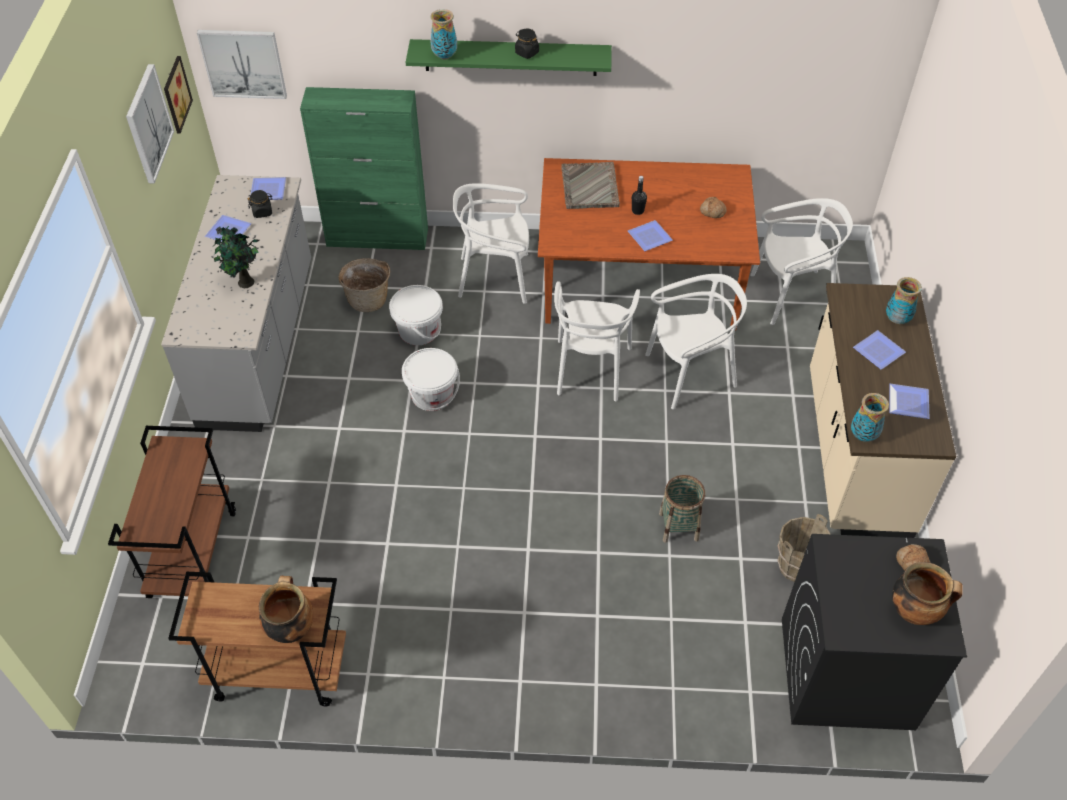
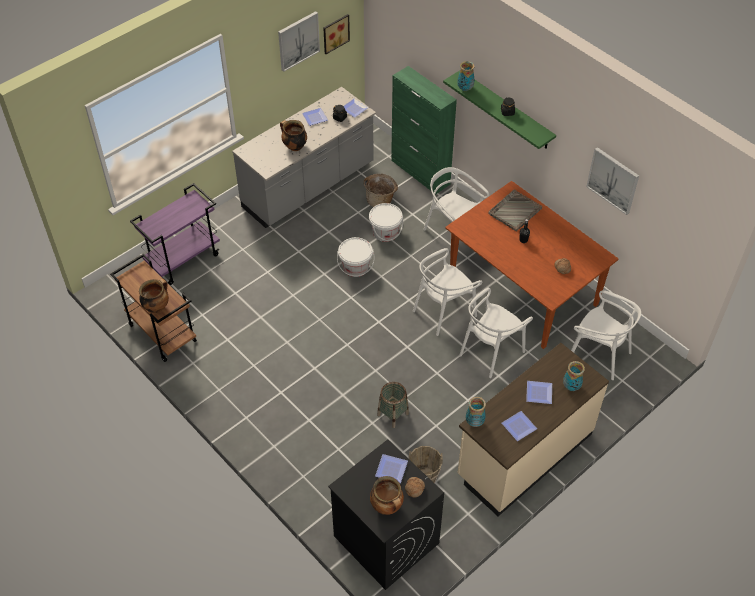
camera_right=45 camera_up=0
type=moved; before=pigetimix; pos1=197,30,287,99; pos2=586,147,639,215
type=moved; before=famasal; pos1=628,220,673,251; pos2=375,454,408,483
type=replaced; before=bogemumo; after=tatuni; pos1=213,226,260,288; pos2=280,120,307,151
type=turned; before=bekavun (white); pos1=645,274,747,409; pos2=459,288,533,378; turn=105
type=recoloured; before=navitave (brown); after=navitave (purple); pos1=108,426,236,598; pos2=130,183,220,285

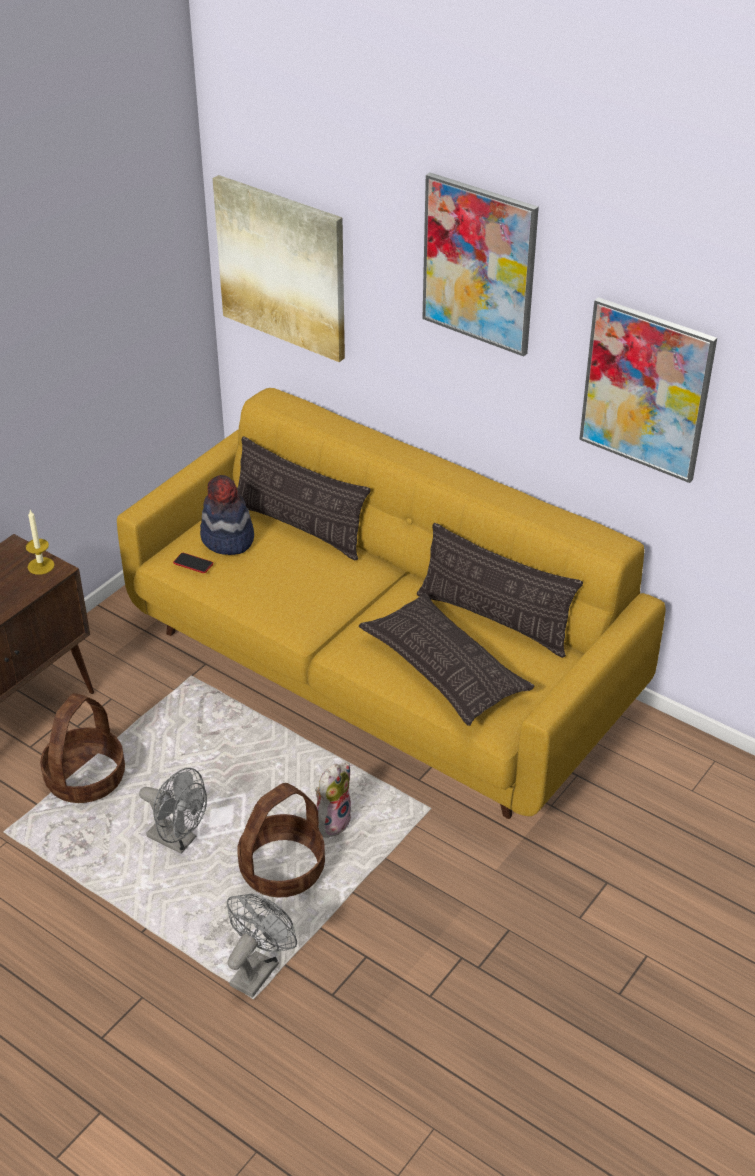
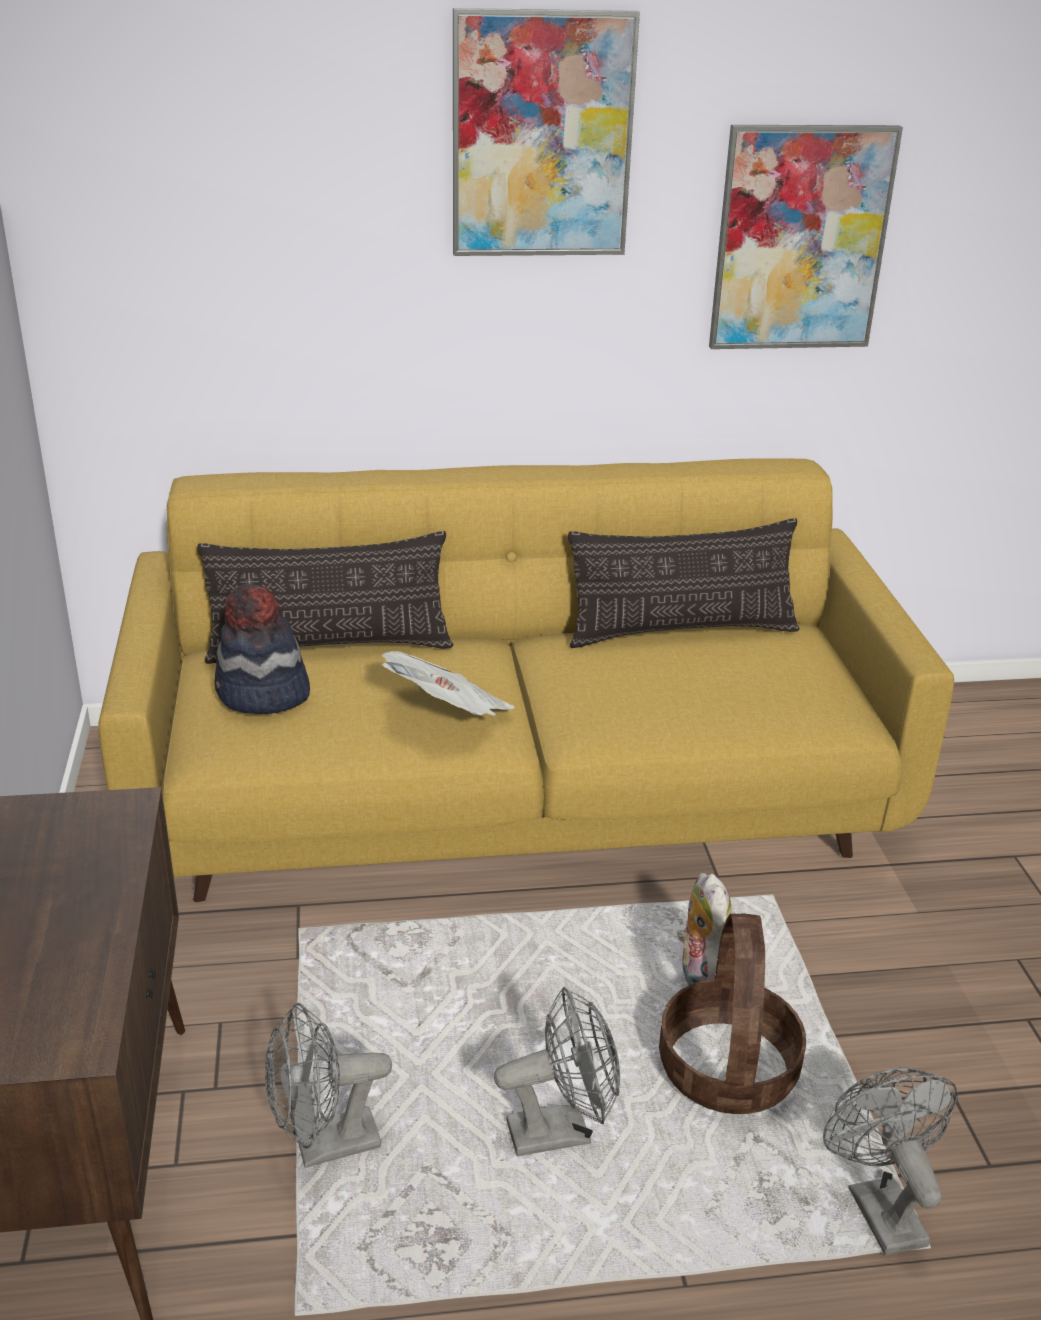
camera_right=-45 camera_up=-10
type=removed; before=pigetimix; pos1=213,175,345,362
type=removed; before=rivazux; pos1=26,510,55,575
type=removed; before=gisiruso; pos1=173,553,213,573
type=removed; before=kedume; pos1=359,593,535,726
type=replaced; before=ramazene; after=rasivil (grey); pos1=40,693,125,803; pos2=265,1003,392,1168
type=added; after=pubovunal; pos2=381,651,515,716

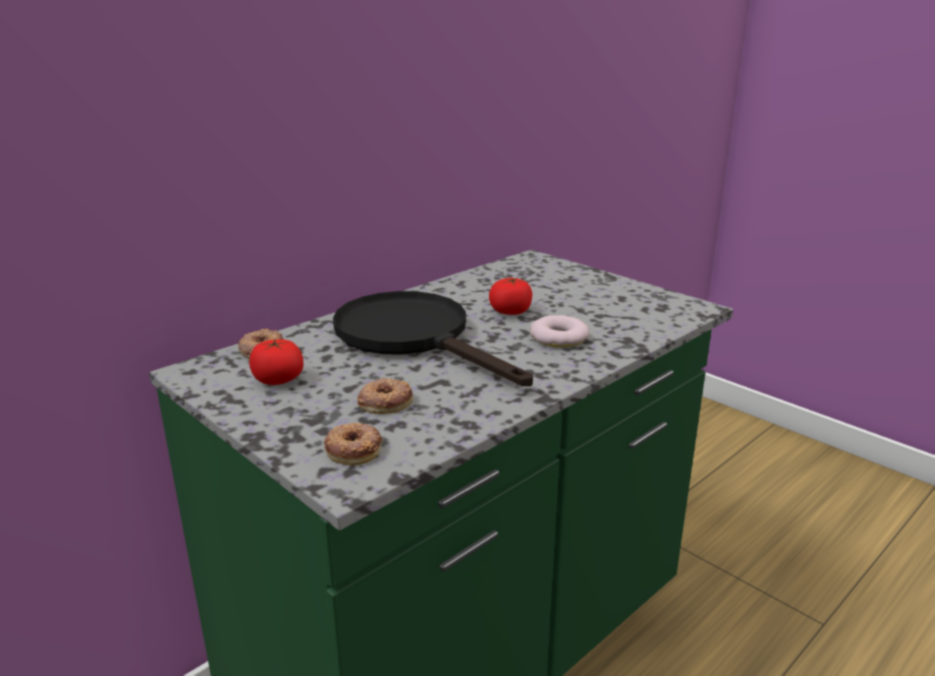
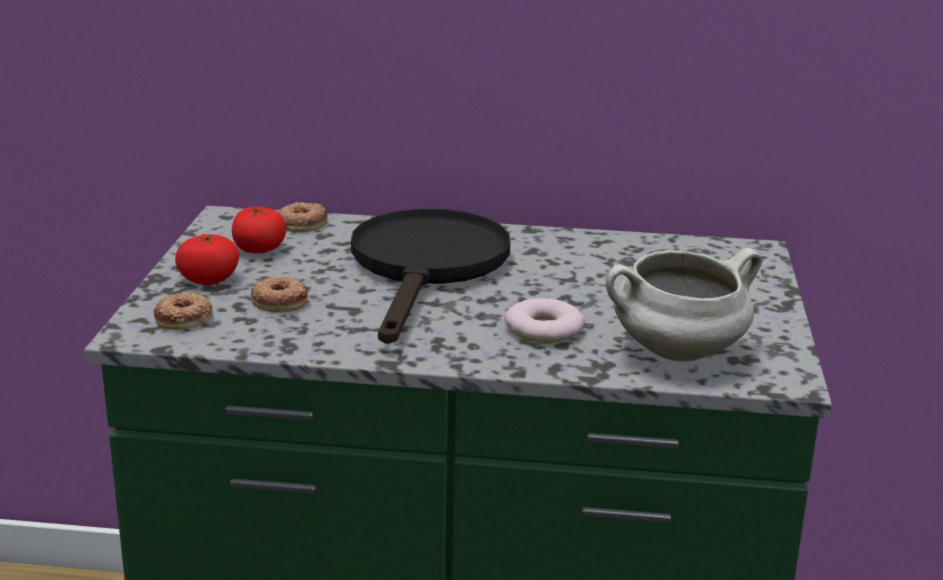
camera_right=50 camera_up=0
type=moved; before=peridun; pos1=489,278,532,315; pos2=175,234,239,285
type=added; after=tatuni (white); pos2=606,248,762,361

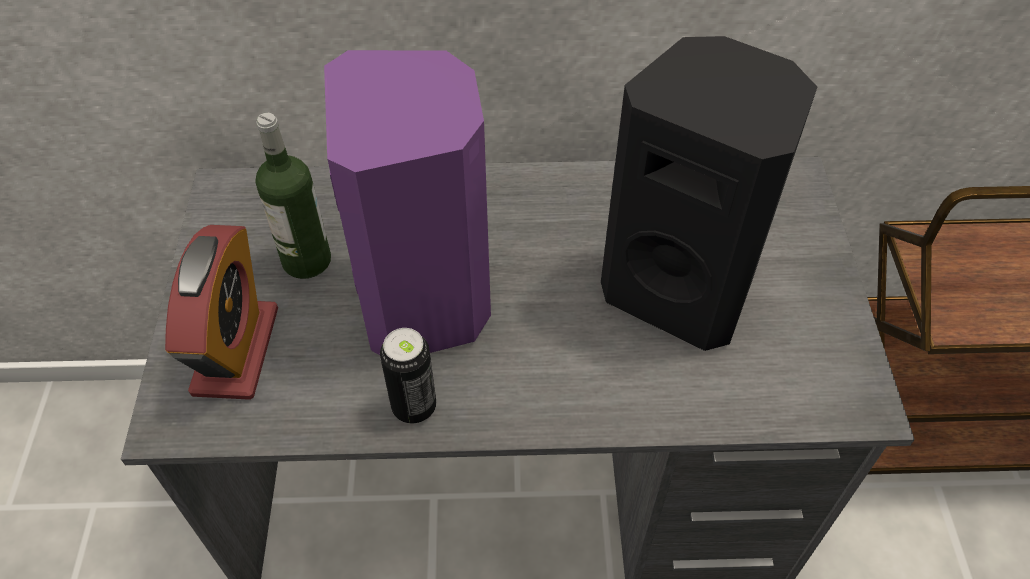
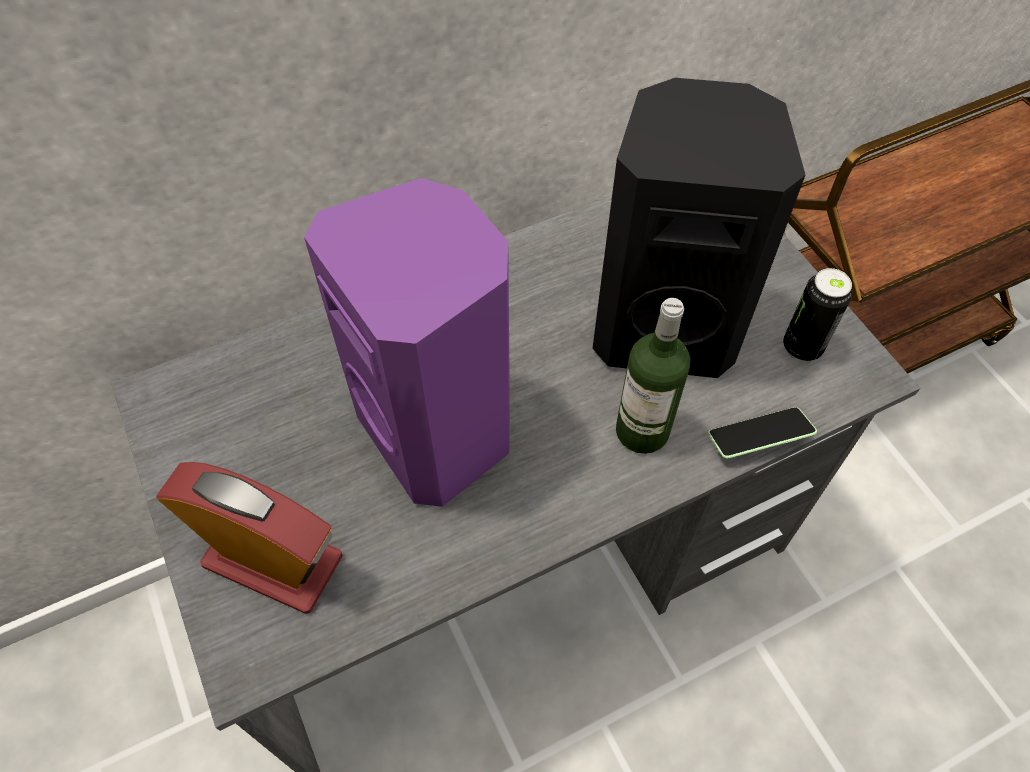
camera_right=-25 camera_up=5
type=moved; before=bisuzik; pos1=255,113,331,279; pos2=616,298,690,454
type=turned; before=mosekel; pos1=165,225,278,400; pos2=156,462,343,614; turn=-45
type=moved; before=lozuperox; pos1=380,328,436,423; pos2=783,268,853,361
type=added; after=gisiruso; pos2=708,407,817,459

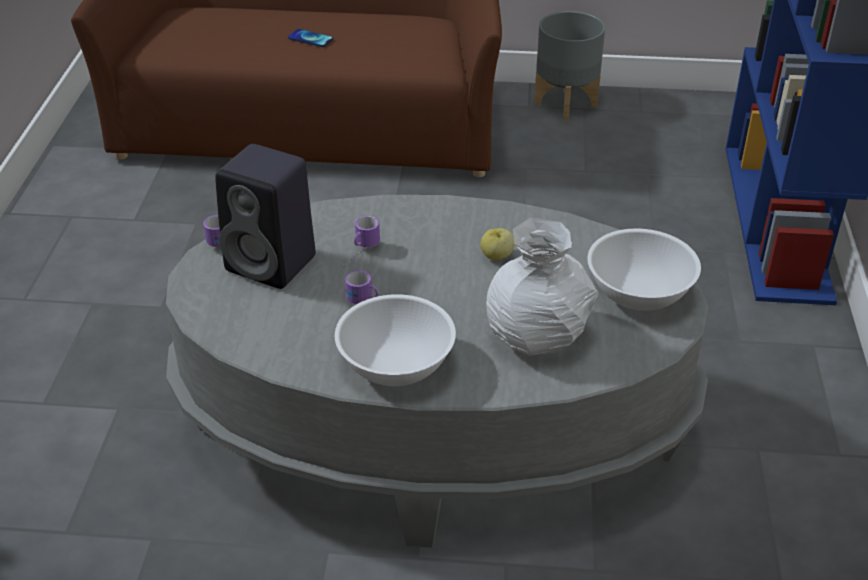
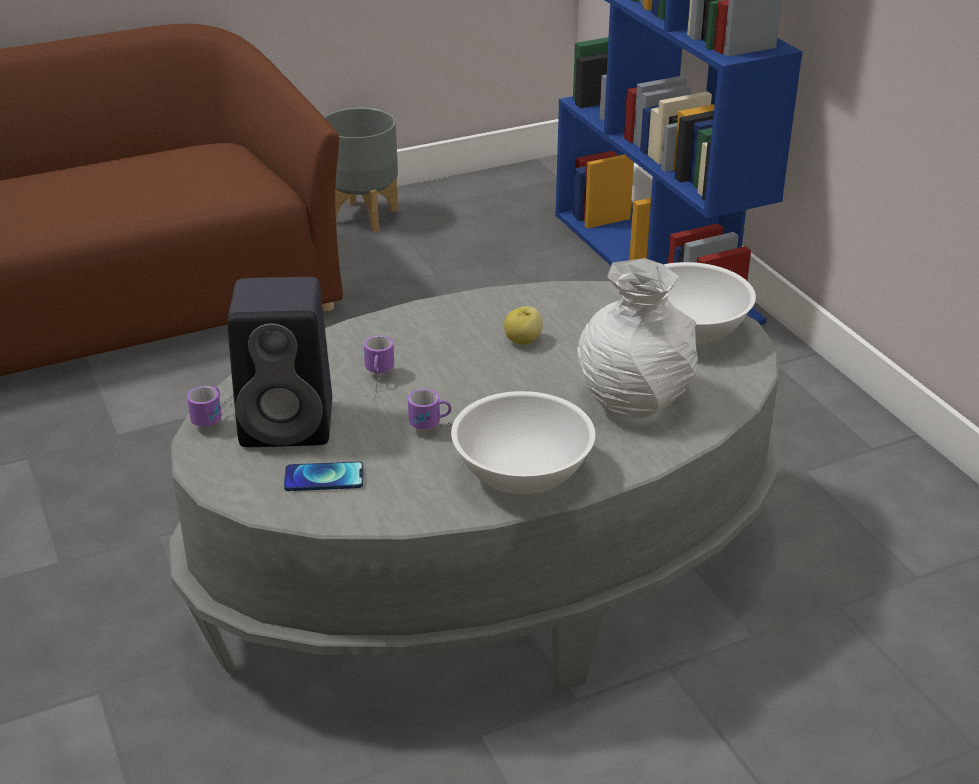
camera_right=-30 camera_up=-5
type=moved; before=gisiruso; pos1=288,29,333,47; pos2=284,461,363,491

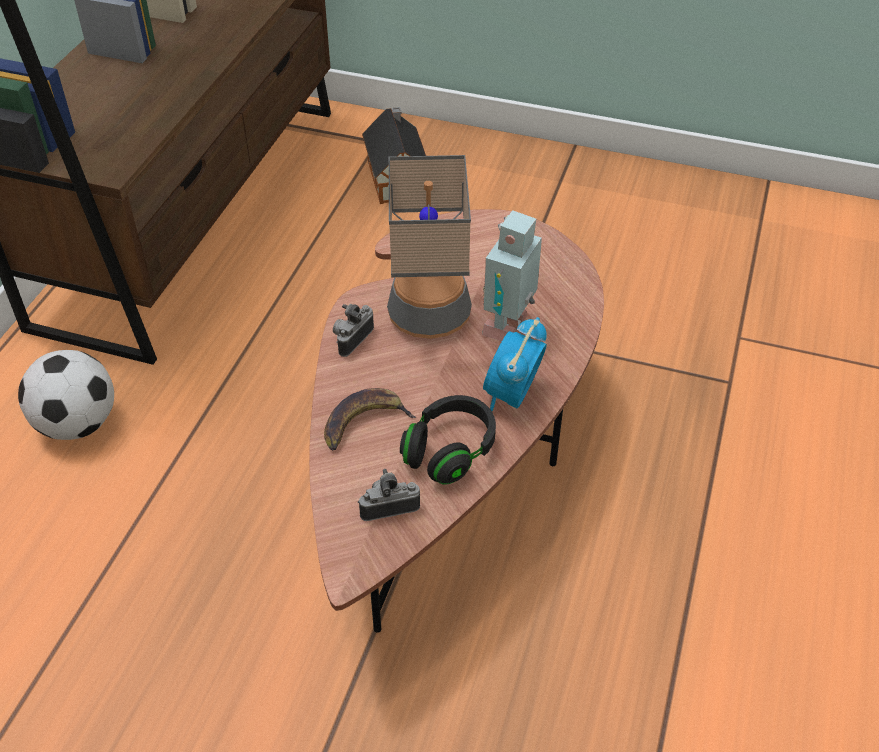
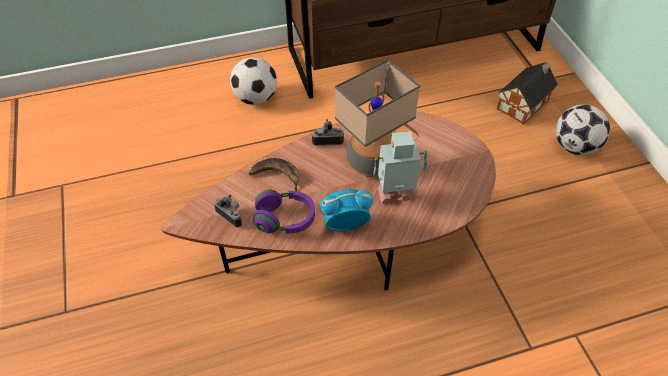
camera_right=55 camera_up=5
type=recoloured; before=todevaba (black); after=todevaba (purple); pos1=400,395,496,485; pos2=253,190,315,234
type=added; after=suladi; pos2=555,104,610,155

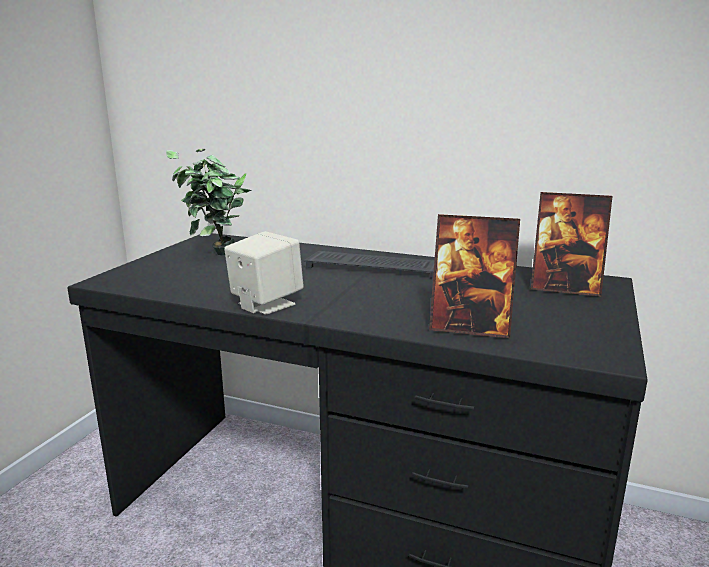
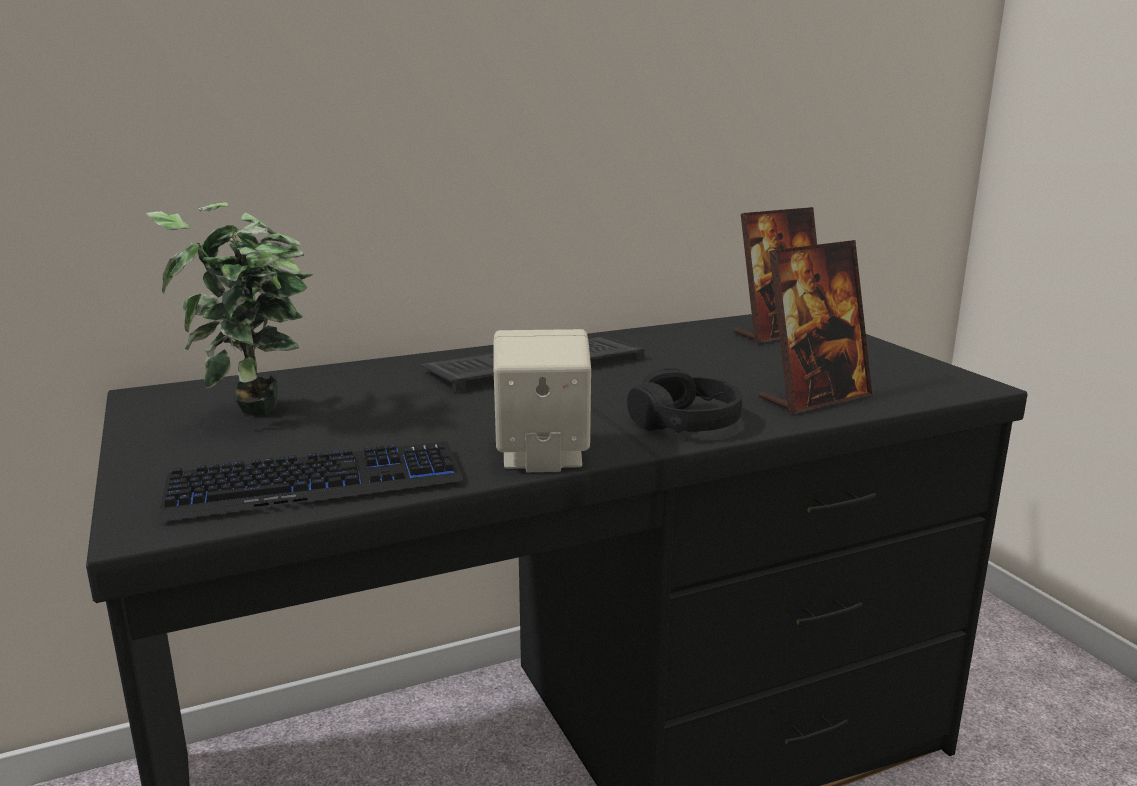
camera_right=-45 camera_up=0
type=added; after=todevaba (black); pos2=627,368,742,433
type=added; after=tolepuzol; pos2=159,441,464,522

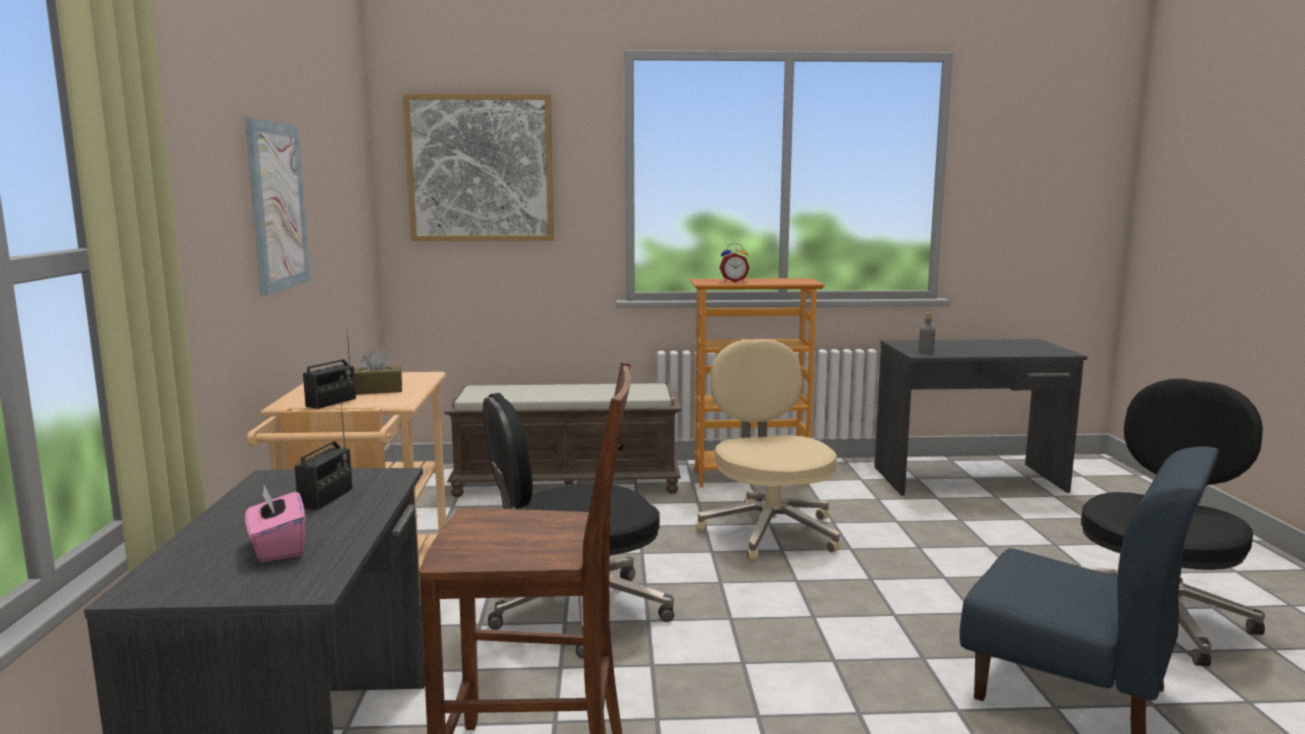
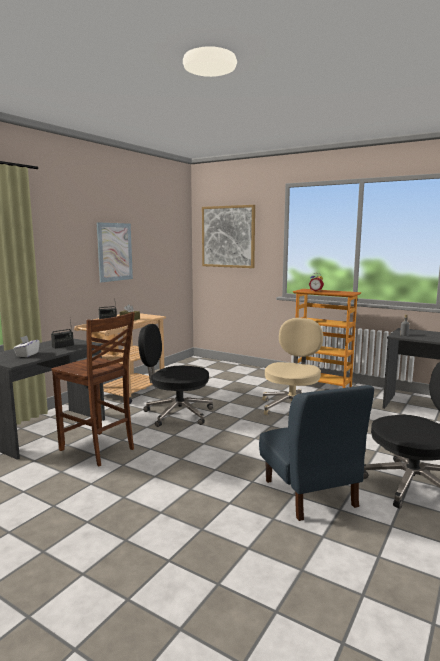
camera_right=35 camera_up=0
type=removed; before=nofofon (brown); pos1=444,383,681,497
type=recoloured; before=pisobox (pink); after=pisobox (white); pos1=245,485,305,562; pos2=13,335,40,357

